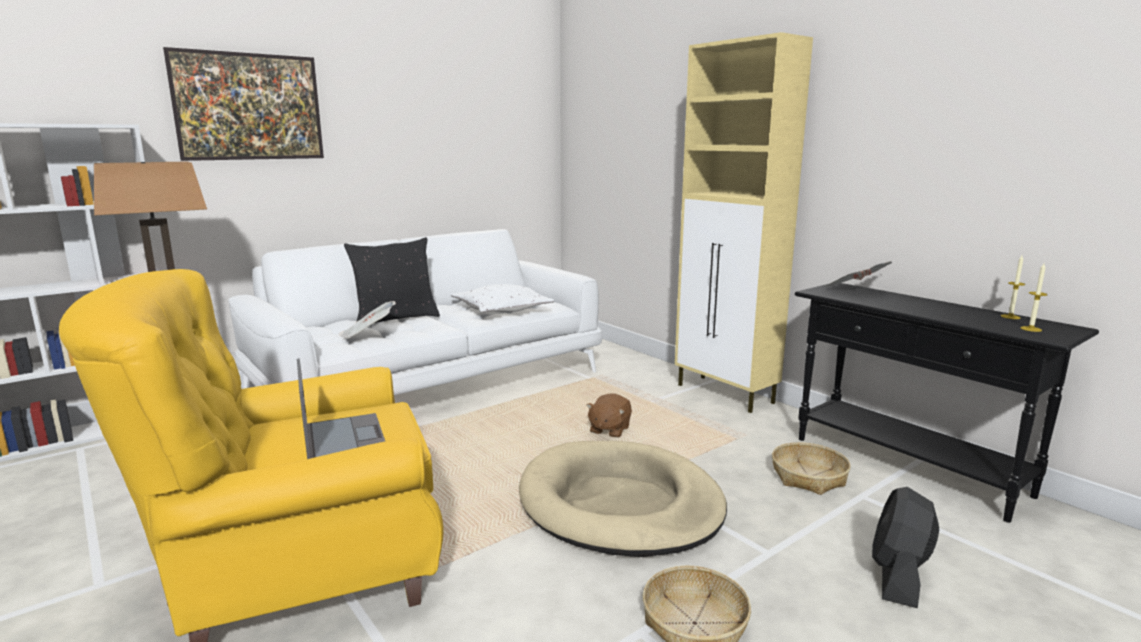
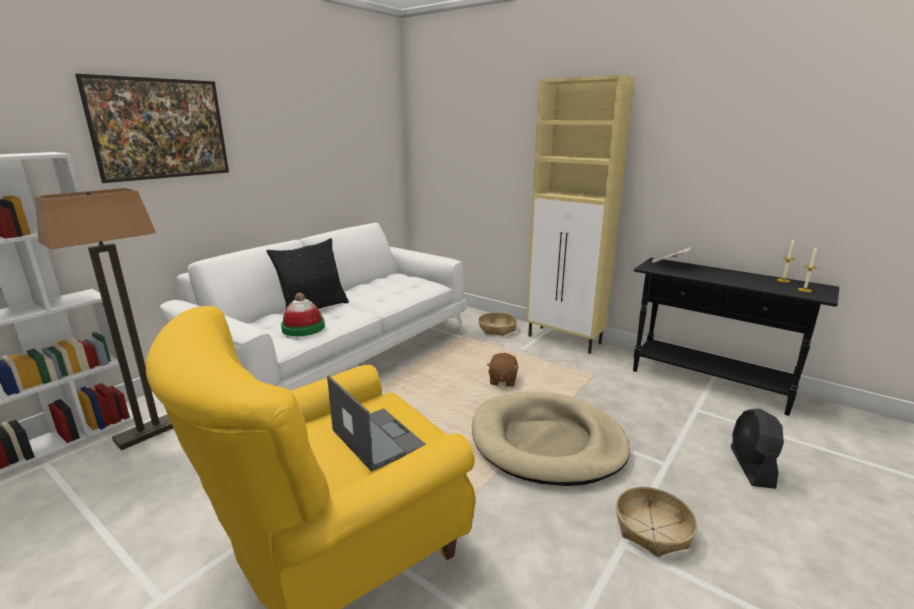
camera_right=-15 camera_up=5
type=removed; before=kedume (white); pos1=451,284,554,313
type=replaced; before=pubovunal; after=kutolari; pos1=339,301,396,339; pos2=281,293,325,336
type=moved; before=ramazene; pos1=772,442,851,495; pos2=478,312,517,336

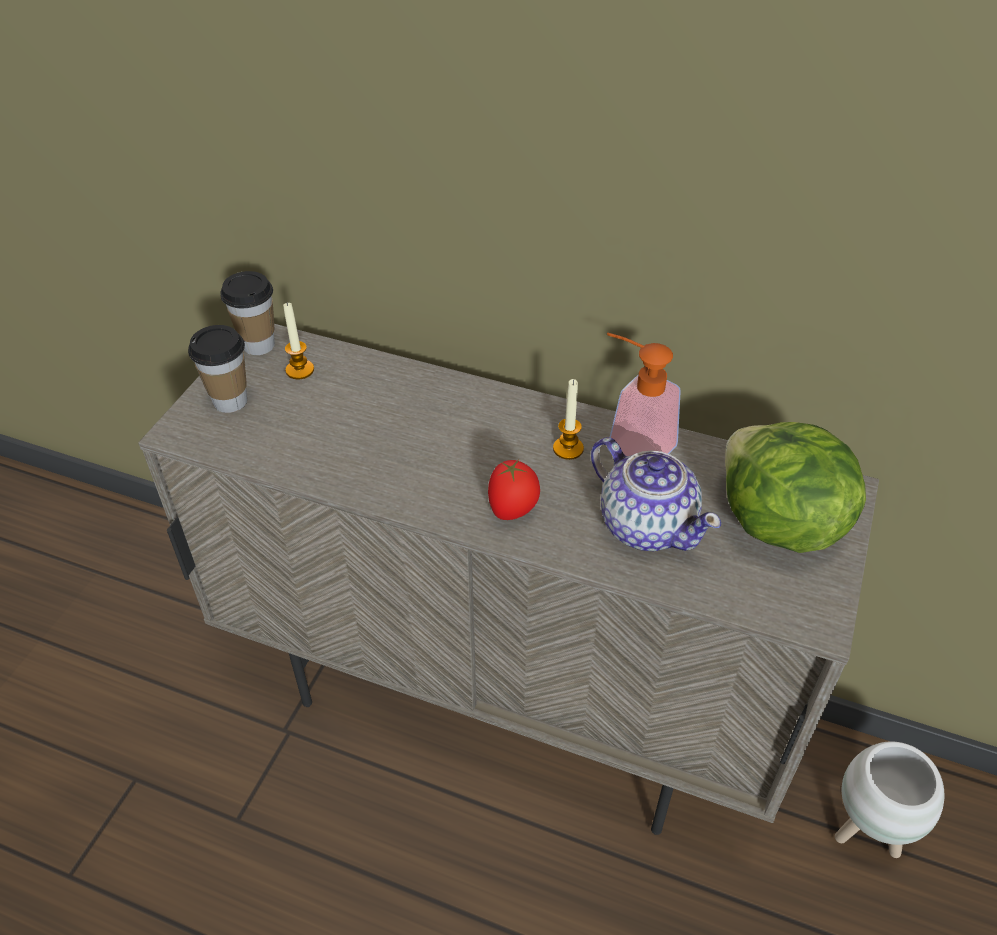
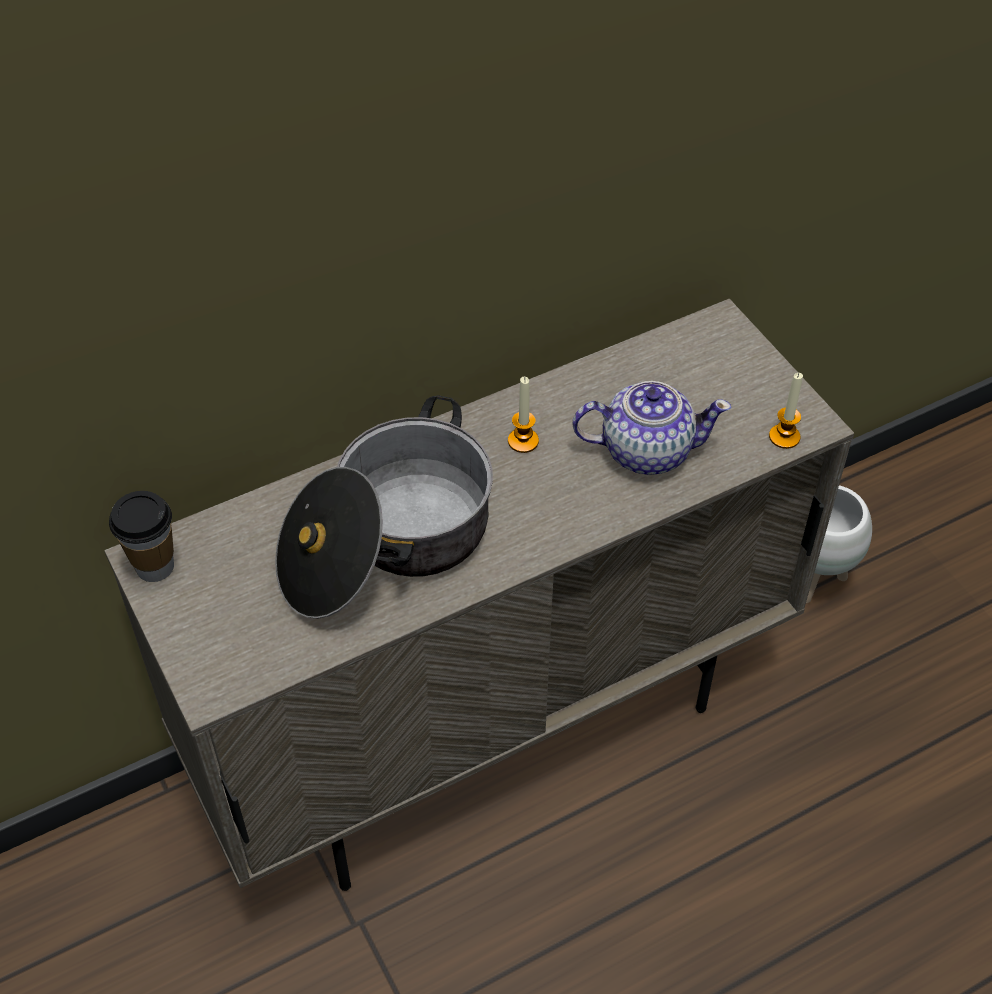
camera_right=-50 camera_up=5
type=moved; before=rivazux; pos1=283,303,314,379; pos2=769,373,803,449
type=removed; before=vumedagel; pos1=188,325,247,413
type=removed; before=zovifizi; pos1=607,333,681,456
type=removed; before=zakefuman; pos1=725,422,866,553
type=removed; before=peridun; pos1=488,459,540,520
type=added; after=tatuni; pos2=275,395,493,619

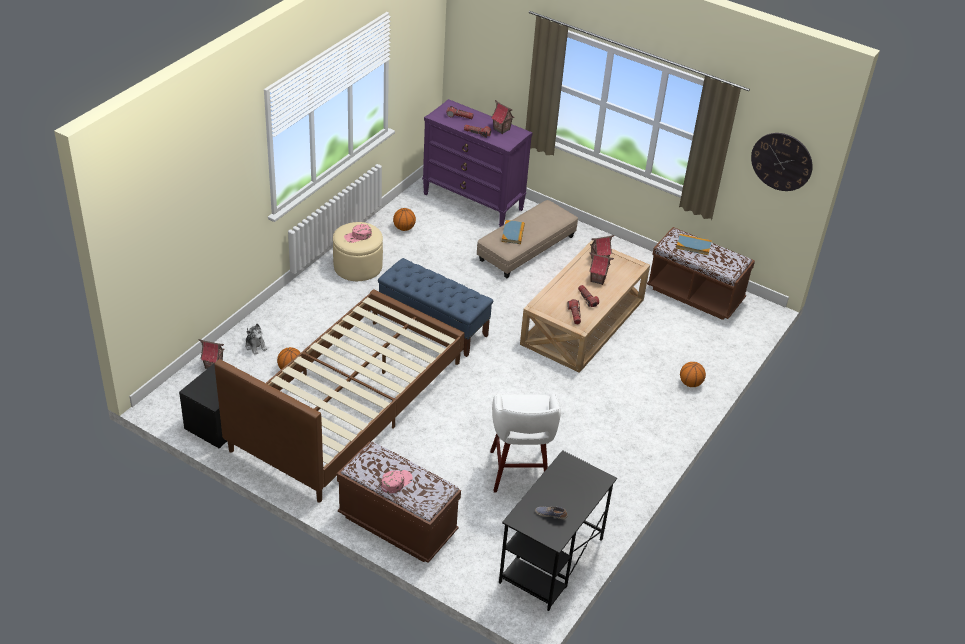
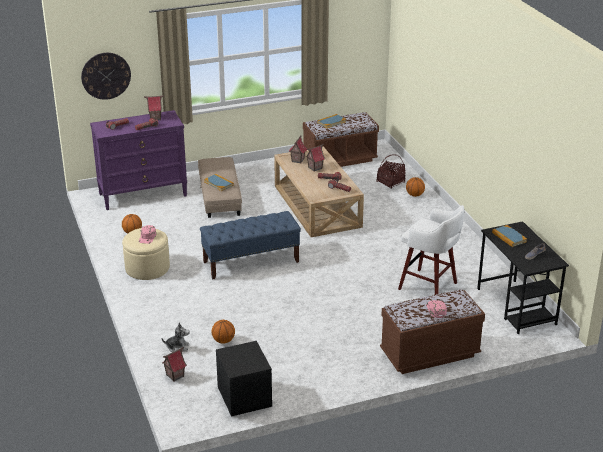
camera_right=-50 camera_up=-10
type=moved; before=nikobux; pos1=751,133,813,191; pos2=81,53,131,100
type=removed; before=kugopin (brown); pos1=214,289,465,503
type=added; after=ramazene; pos2=377,154,405,189
type=added; after=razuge; pos2=492,225,527,247

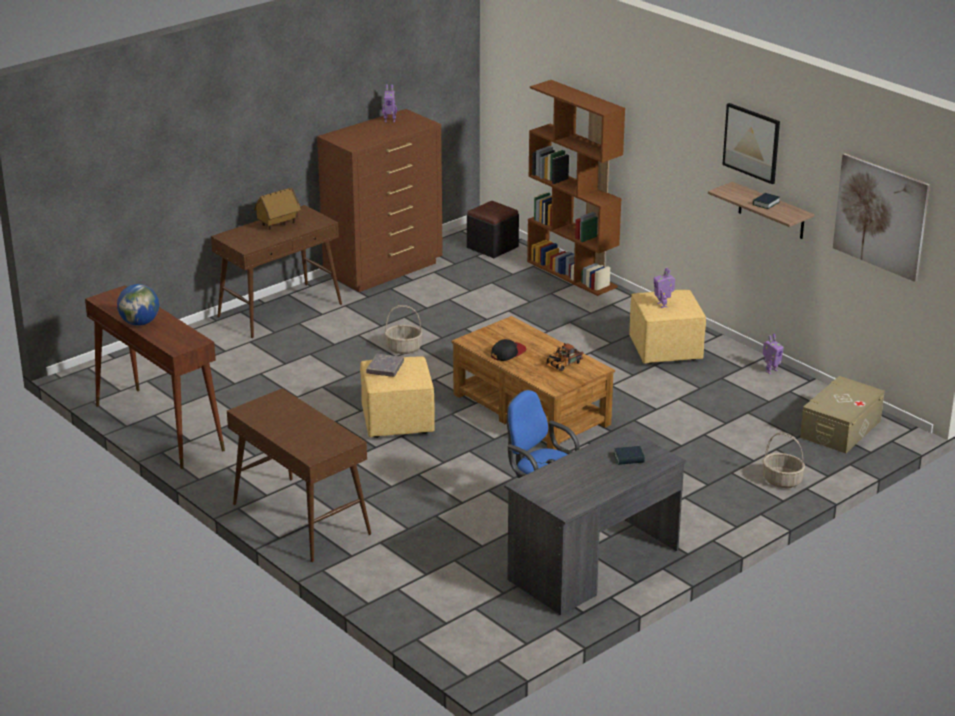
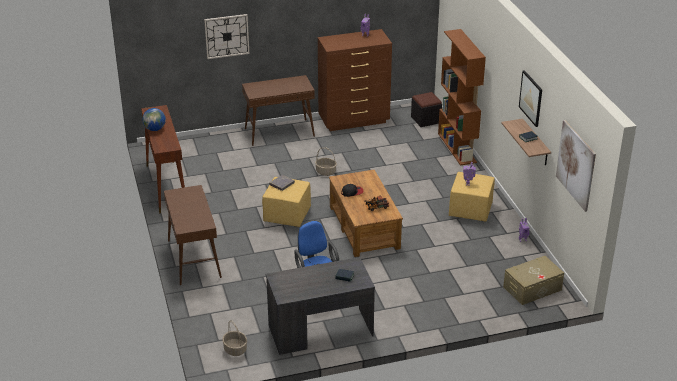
camera_right=25 camera_up=5
type=removed; before=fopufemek; pos1=254,187,301,230
type=moved; before=ramazene; pos1=762,432,805,488; pos2=222,320,247,356
type=added; after=nikobux; pos2=204,14,249,59

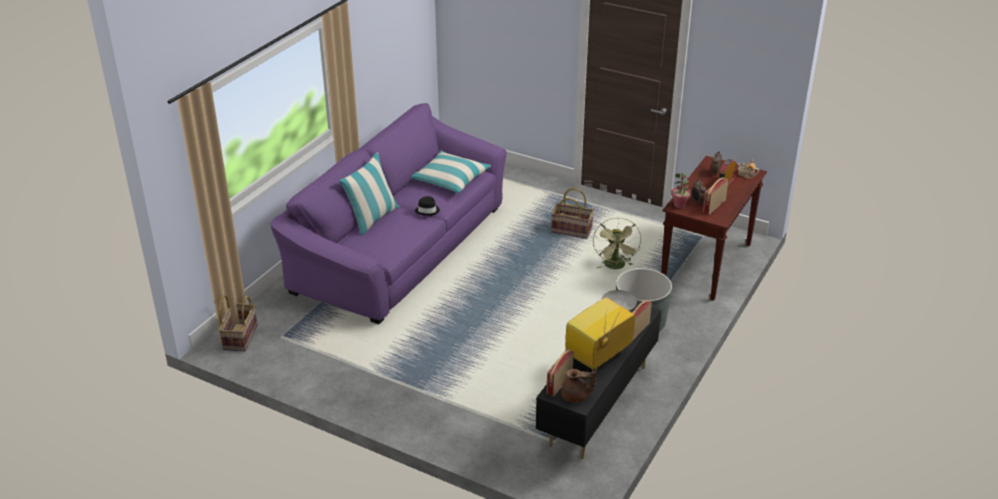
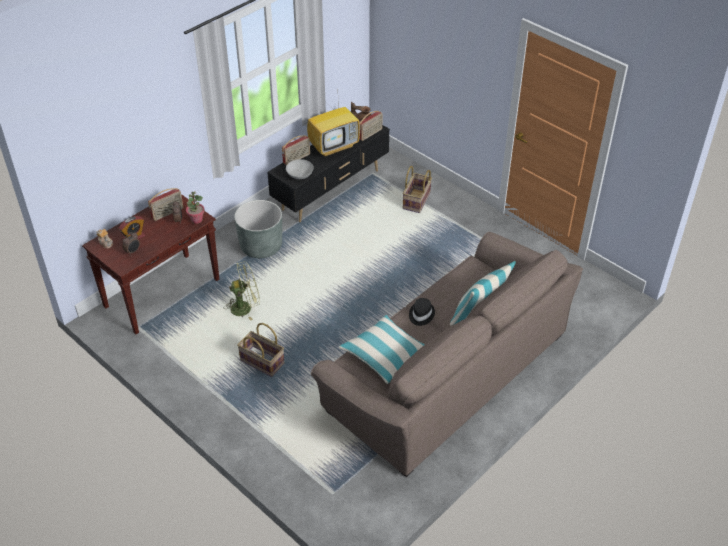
camera_right=-165 camera_up=10
type=recoloured; before=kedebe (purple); after=kedebe (brown); pos1=270,103,506,324; pos2=311,232,583,477
type=turned; before=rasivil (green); pos1=593,218,641,269; pos2=224,261,260,321; turn=60
type=moved; before=ramazene; pos1=219,295,257,352; pos2=402,166,432,213

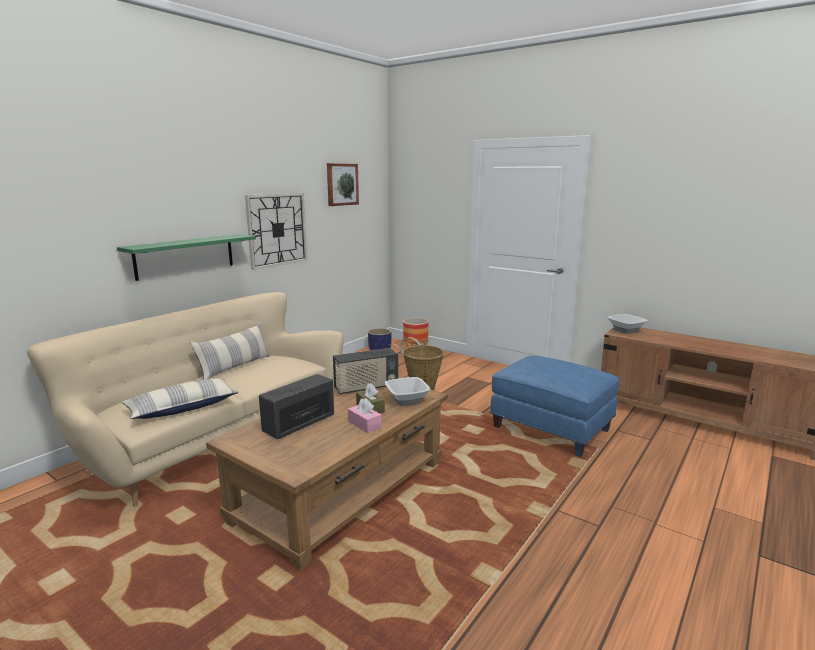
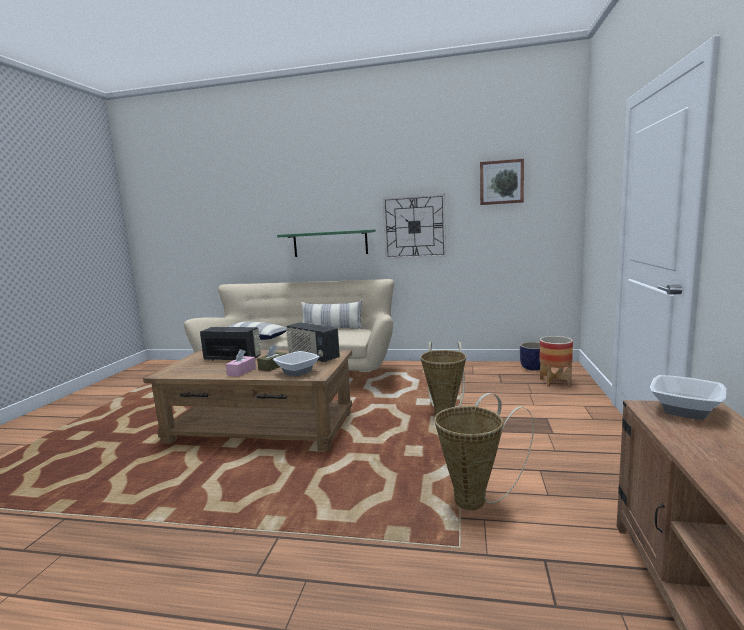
camera_right=65 camera_up=-5
type=replaced; before=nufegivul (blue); after=ramazene; pos1=490,356,620,457; pos2=434,393,534,510

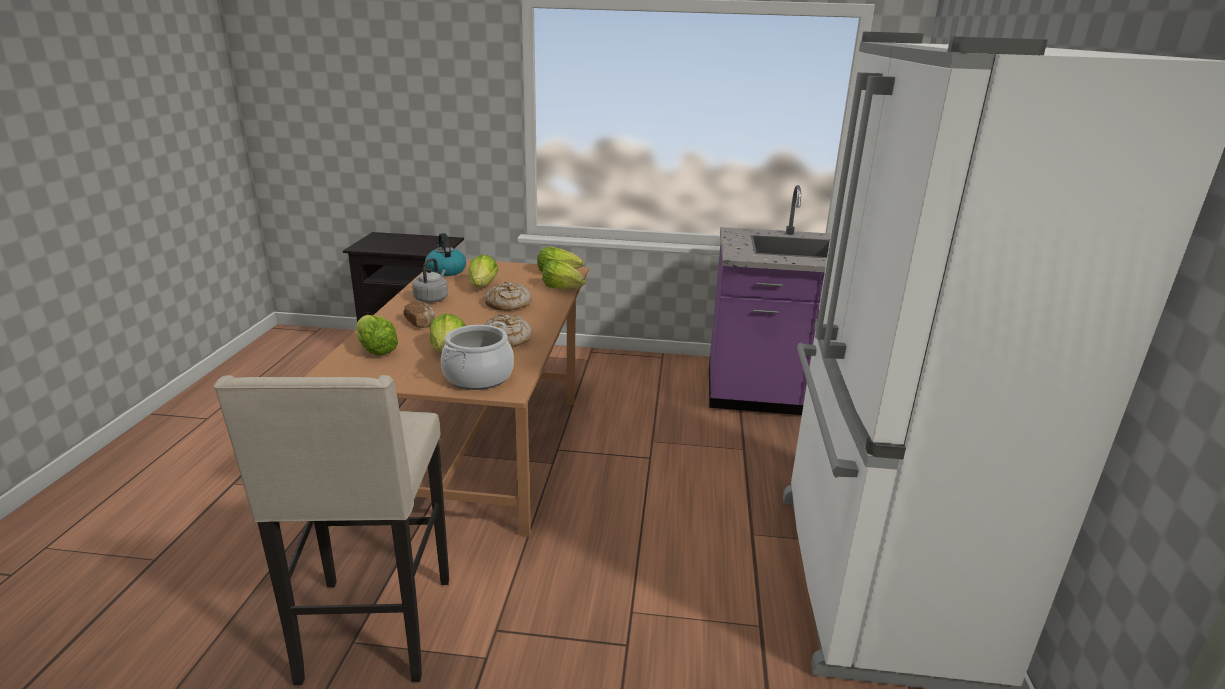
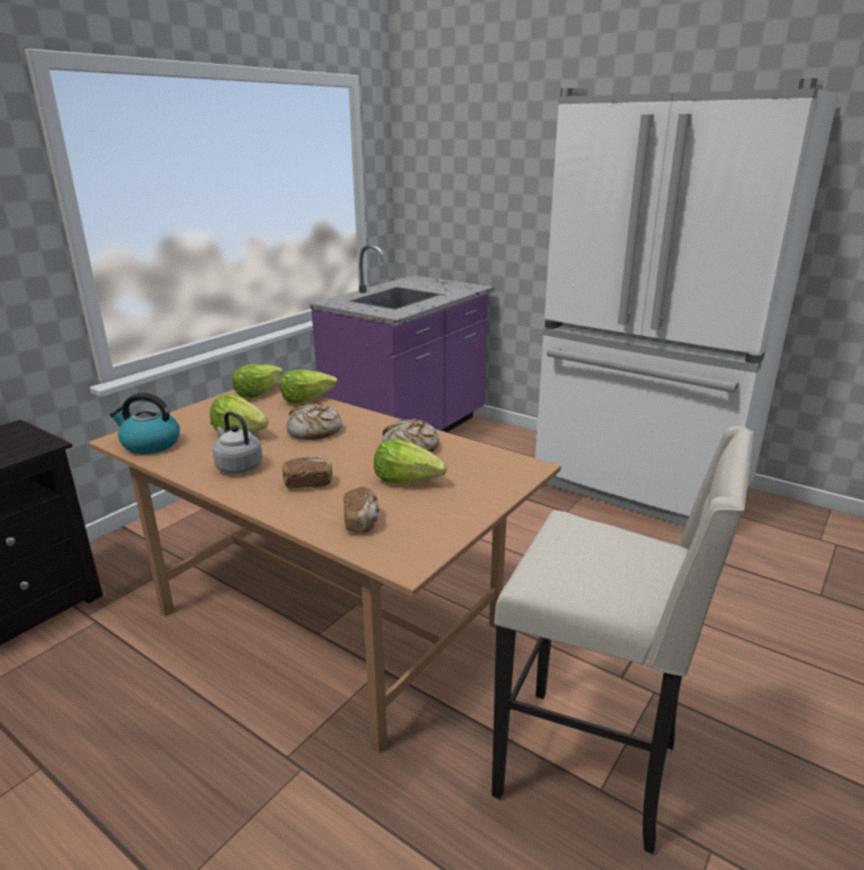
camera_right=-60 camera_up=0
type=replaced; before=zakefuman; after=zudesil; pos1=356,315,398,355; pos2=343,487,379,533
type=removed; before=tatuni; pos1=441,322,514,390

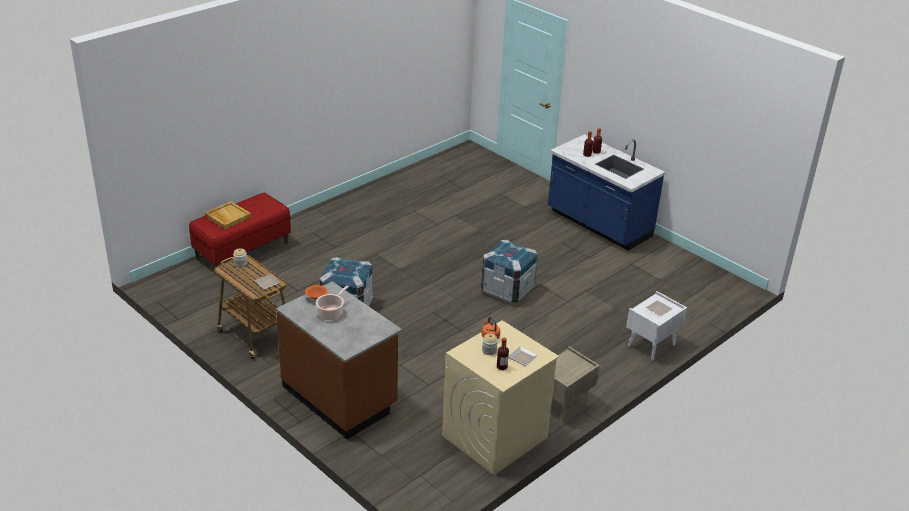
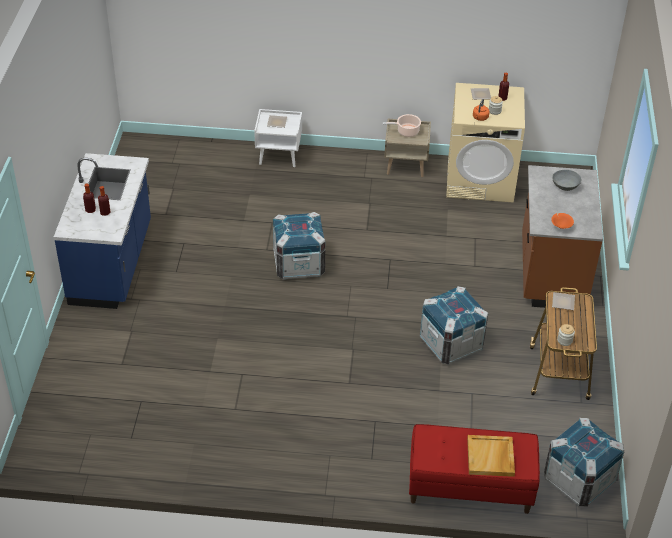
camera_right=-130 camera_up=10
type=moved; before=tatuni; pos1=316,285,349,320; pos2=383,114,421,137
type=added; after=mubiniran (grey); pos2=552,170,581,191
type=added; after=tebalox; pos2=544,418,624,507

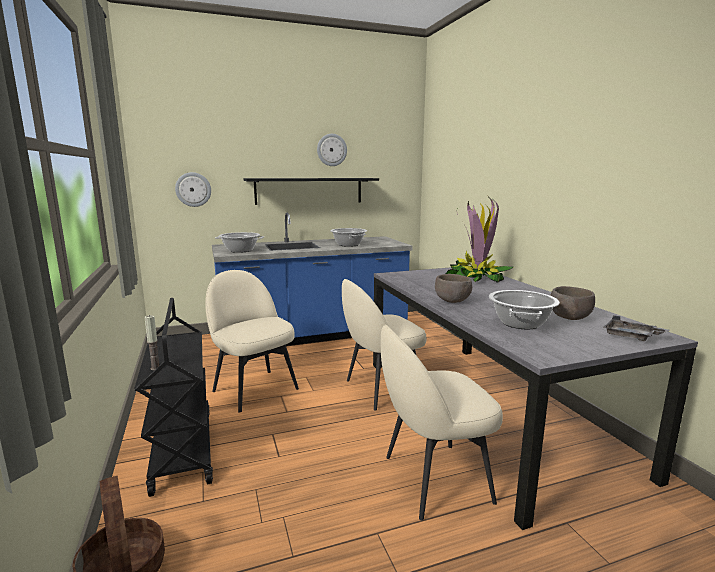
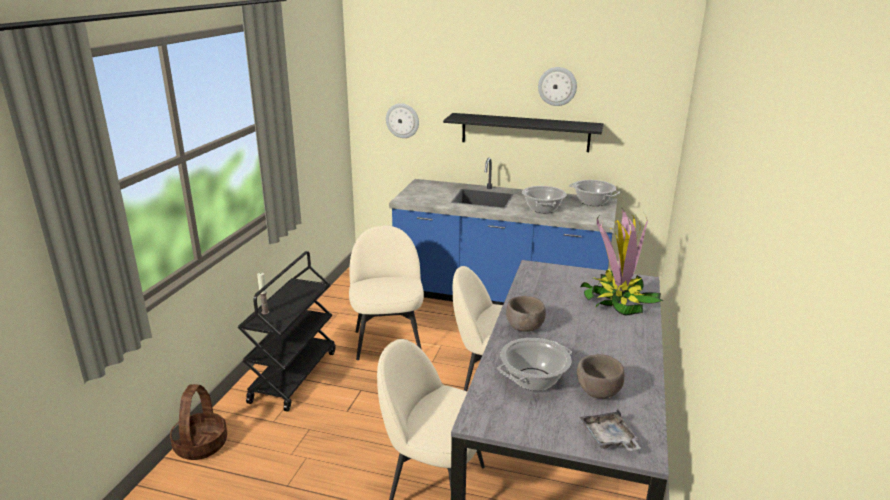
camera_right=35 camera_up=10
type=moved; before=tatuni; pos1=215,232,264,253; pos2=569,180,620,206

